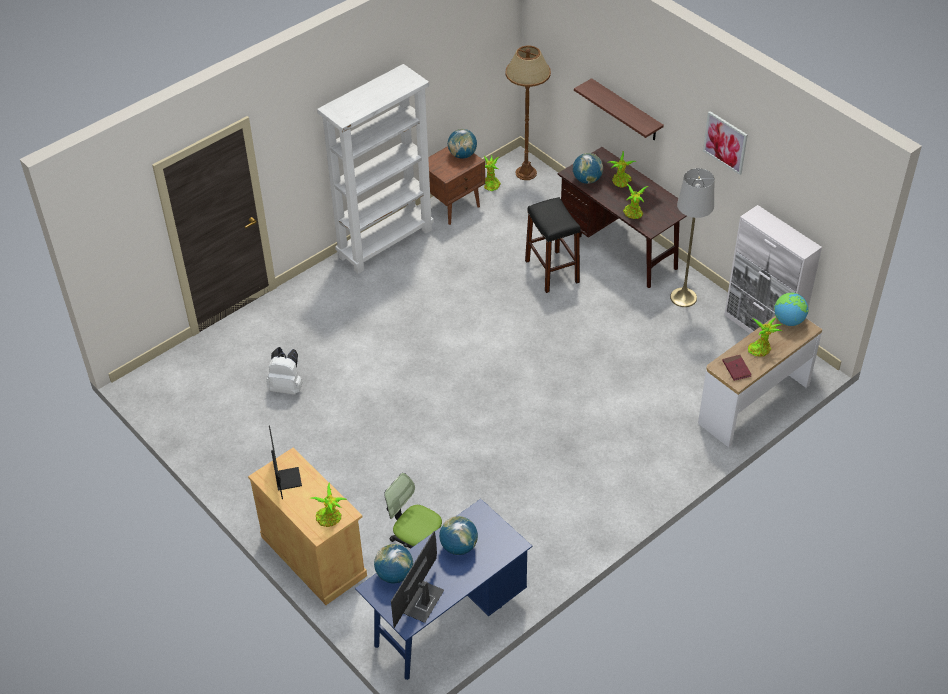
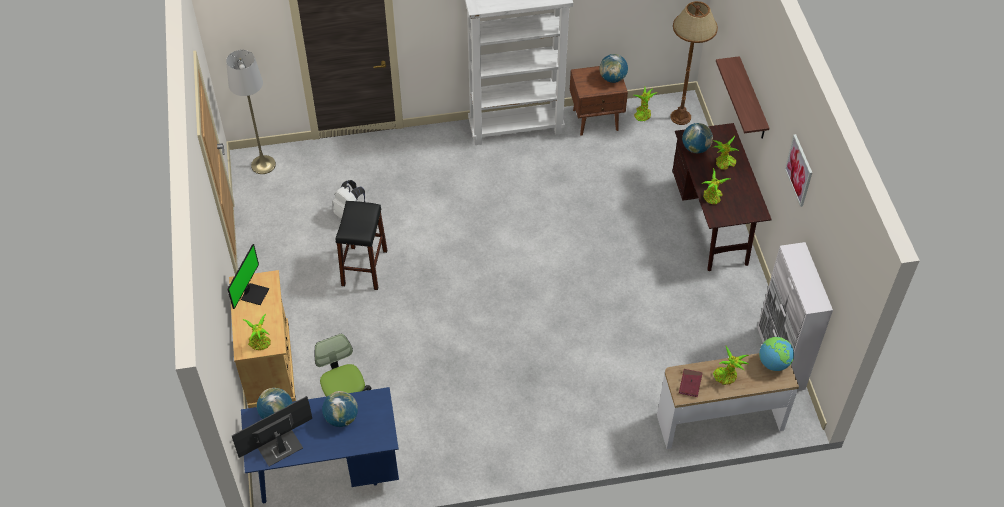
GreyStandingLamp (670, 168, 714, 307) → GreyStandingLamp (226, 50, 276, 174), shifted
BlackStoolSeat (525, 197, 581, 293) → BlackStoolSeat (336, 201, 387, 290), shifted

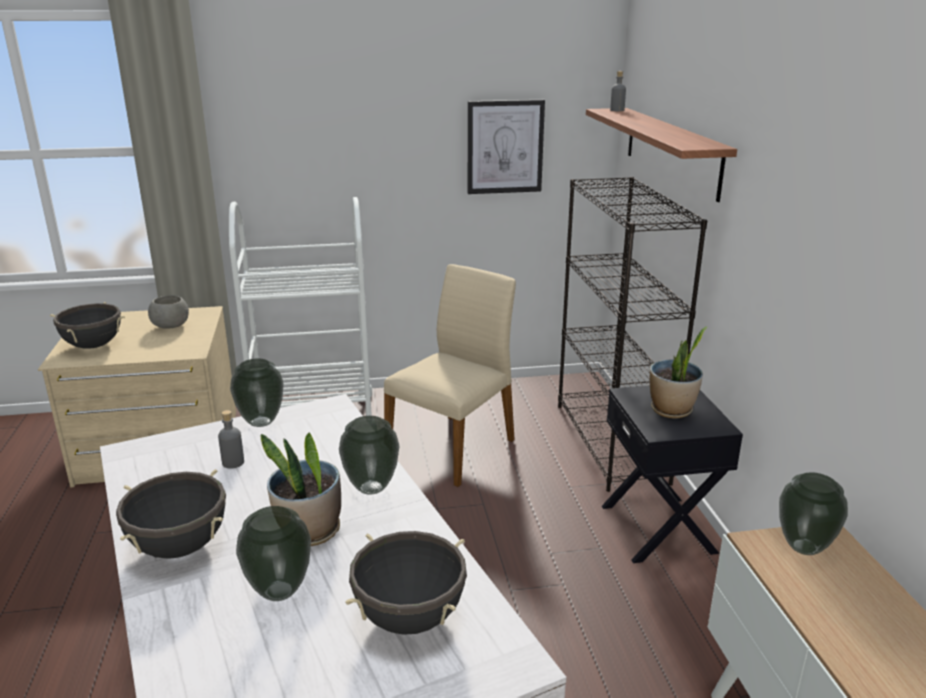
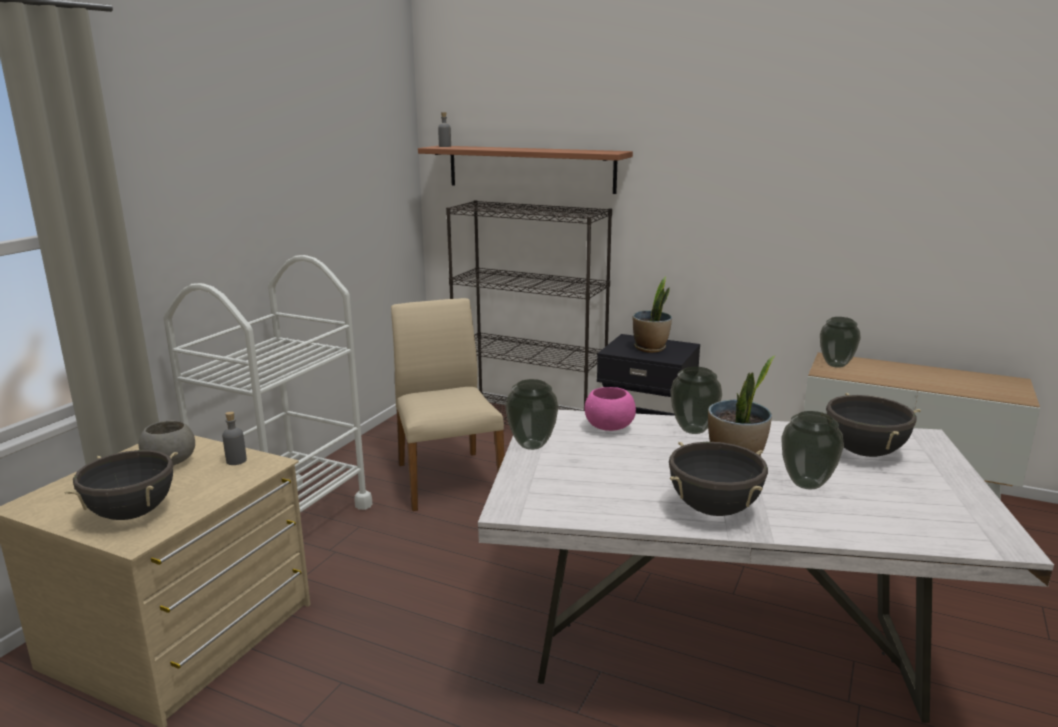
GreyDrinkBottle (218, 410, 244, 469) → GreyDrinkBottle (222, 411, 247, 465), shifted
- → PinkishBowl (585, 387, 636, 431)
Picture (468, 100, 545, 194) → -

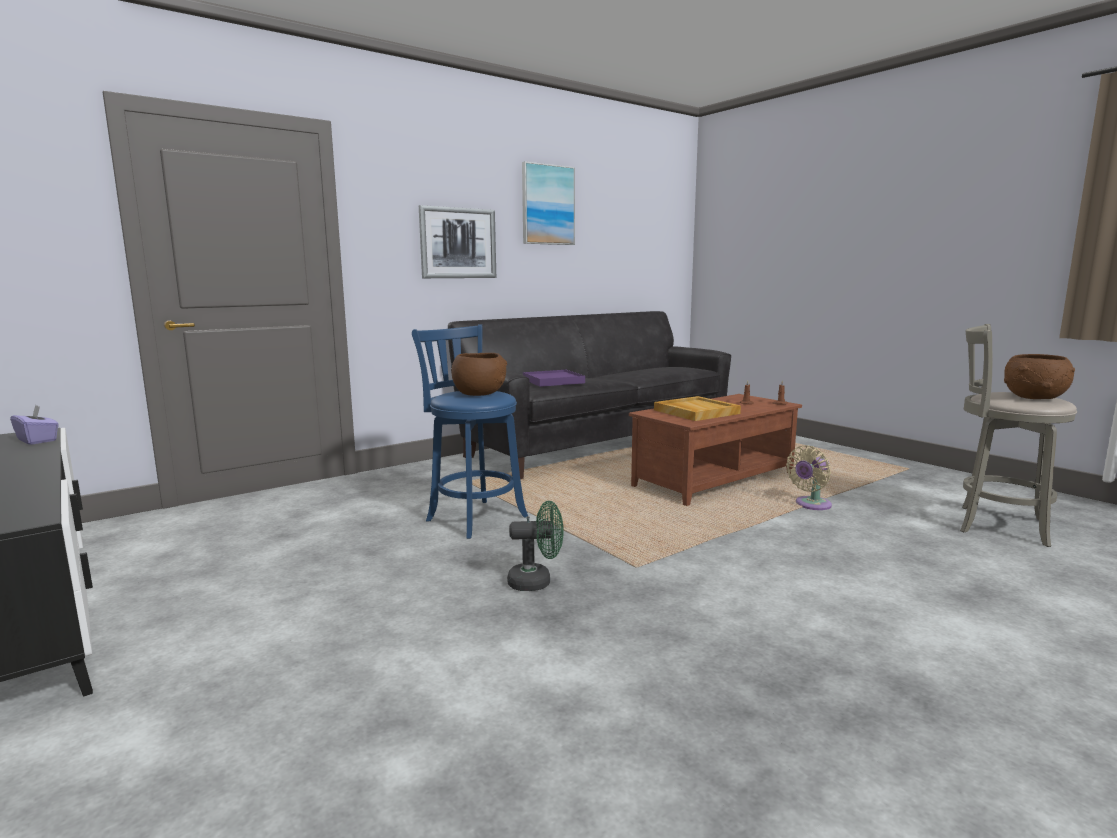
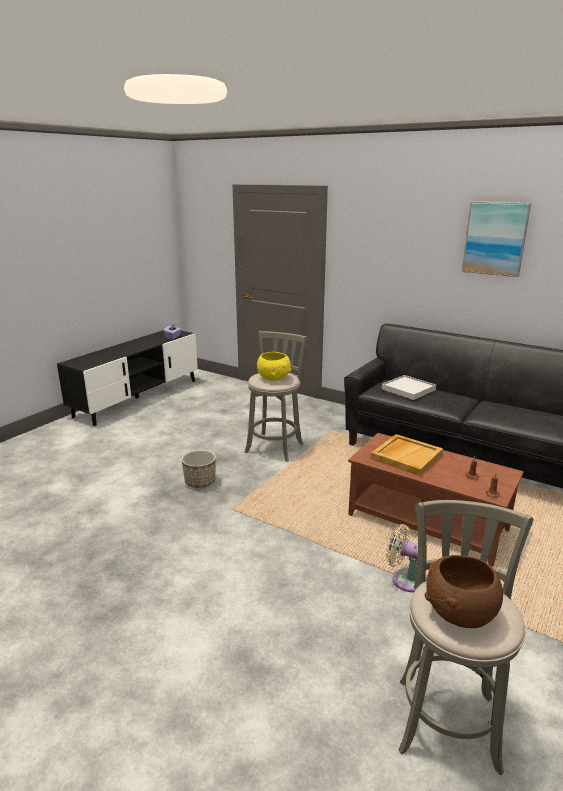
GreenColouredElectricFan (507, 501, 564, 591) → FlowerPot (181, 450, 216, 488)
BlueColouredStoolSeat (412, 324, 528, 539) → GreyStoolSeat (245, 331, 308, 462)
BrownColouredBowl (451, 353, 507, 396) → YellowBowl (257, 352, 291, 381)
PurpleColouredTray (523, 370, 585, 387) → WhiteColouredTray (382, 375, 436, 400)
Picture (419, 205, 496, 278) → -

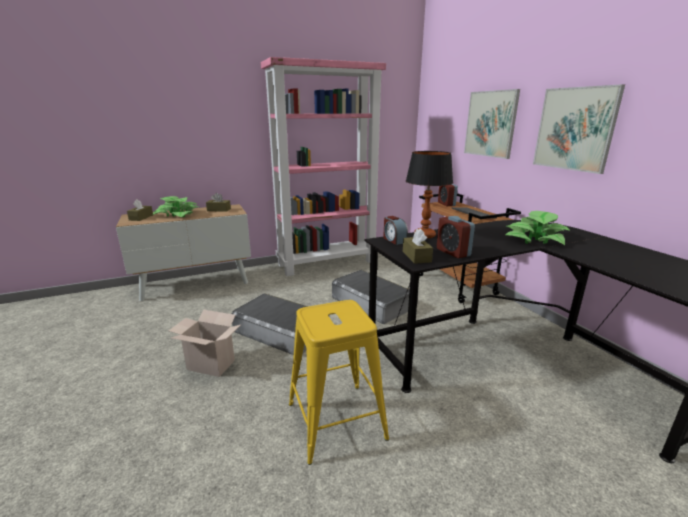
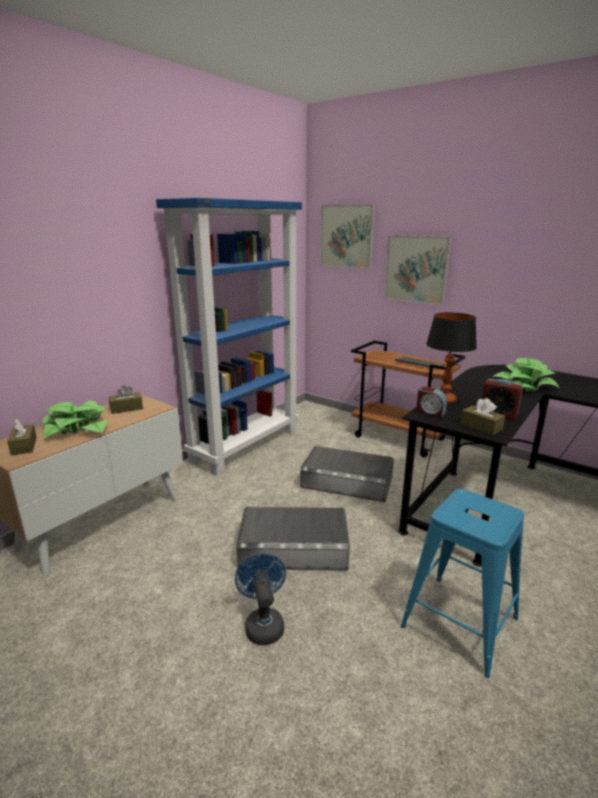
PinkishShelvingUnit (261, 57, 386, 276) → BlueColouredShelvingUnit (156, 198, 302, 476)
CardboardBox (169, 310, 241, 377) → BlueColouredElectricFan (235, 554, 286, 645)
Picture (533, 84, 625, 174) → Picture (320, 205, 375, 269), shifted
YellowStoolSeat (289, 300, 389, 465) → BlueColouredStoolSeat (401, 489, 524, 678)
TableClock (438, 184, 458, 206) → -

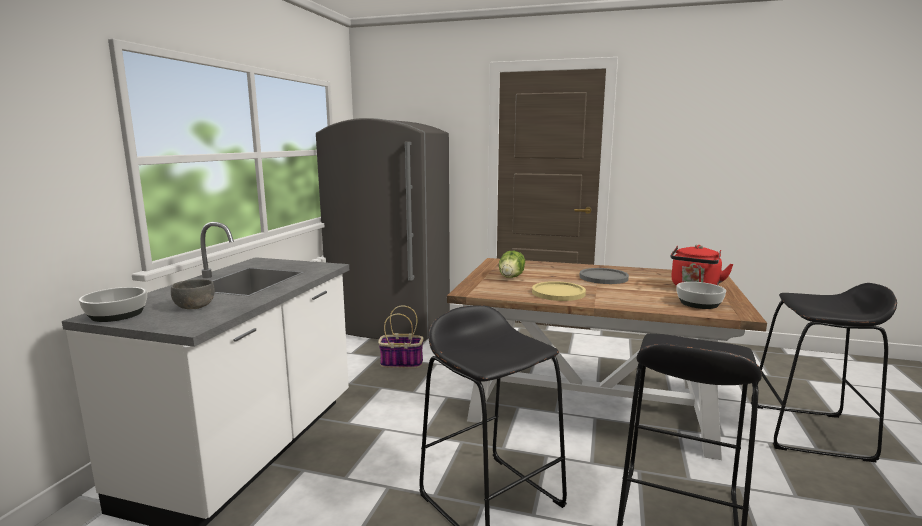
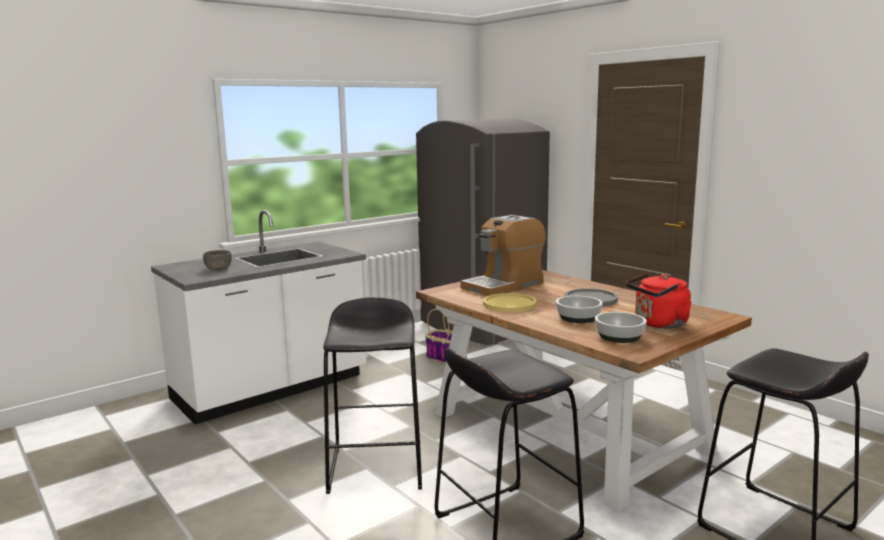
Lettuce (499, 251, 525, 278) → CoffeeBrewer (460, 215, 546, 296)
Bowl (79, 287, 147, 322) → Bowl (556, 296, 603, 323), shifted

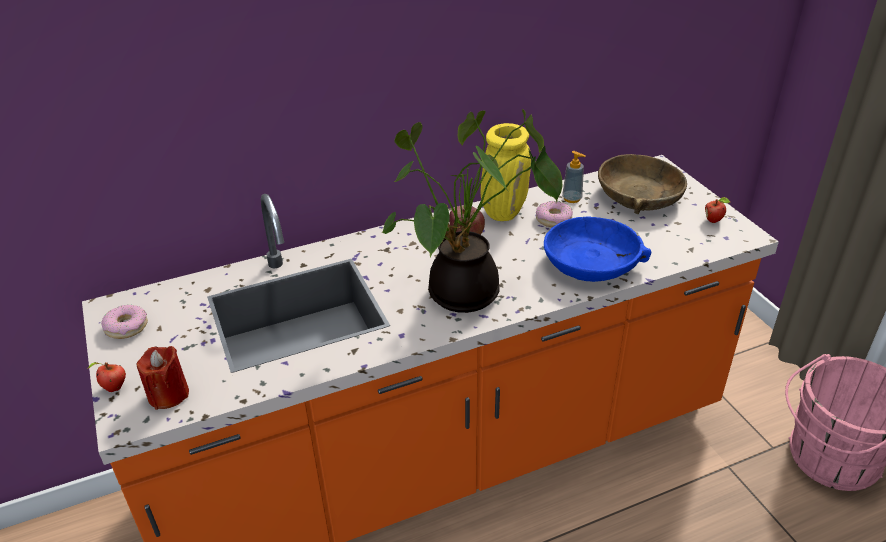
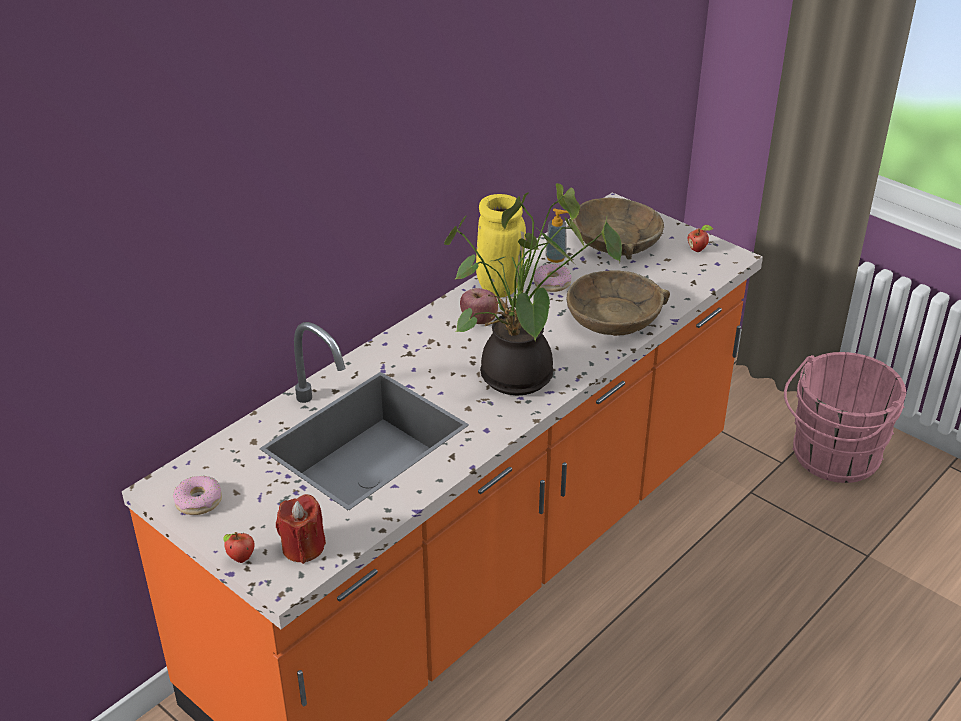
BlueColouredBowl (544, 216, 651, 282) → BrownColouredBowl (566, 270, 670, 336)

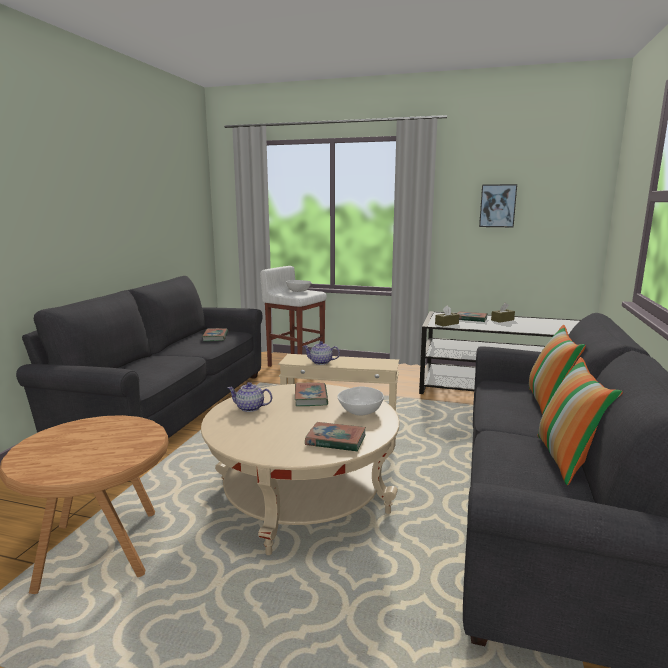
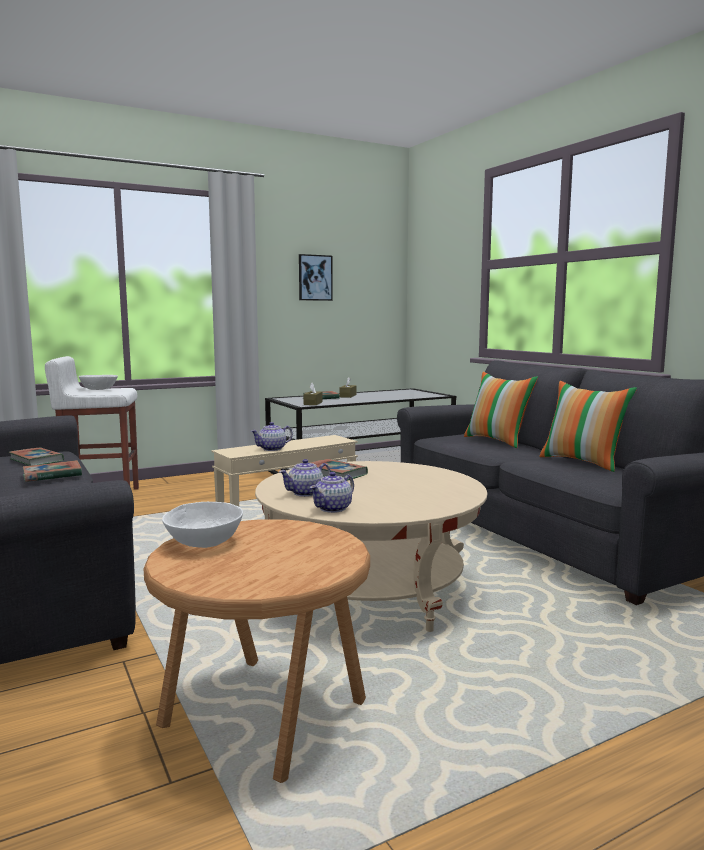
BoundBook (305, 422, 366, 452) → BoundBook (23, 460, 82, 482), shifted
WhiteColouredBowl (338, 386, 384, 416) → WhiteColouredBowl (162, 502, 243, 548), shifted
- → TeaPot (310, 472, 354, 513)

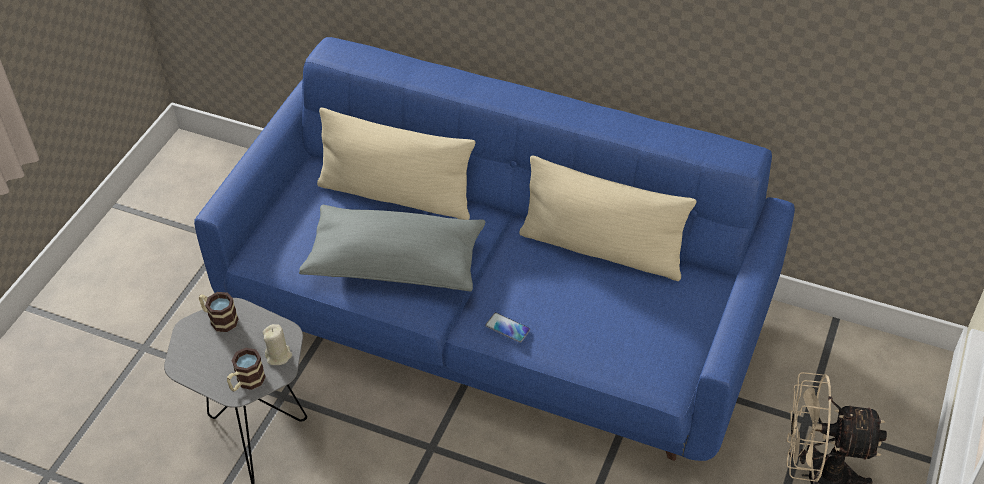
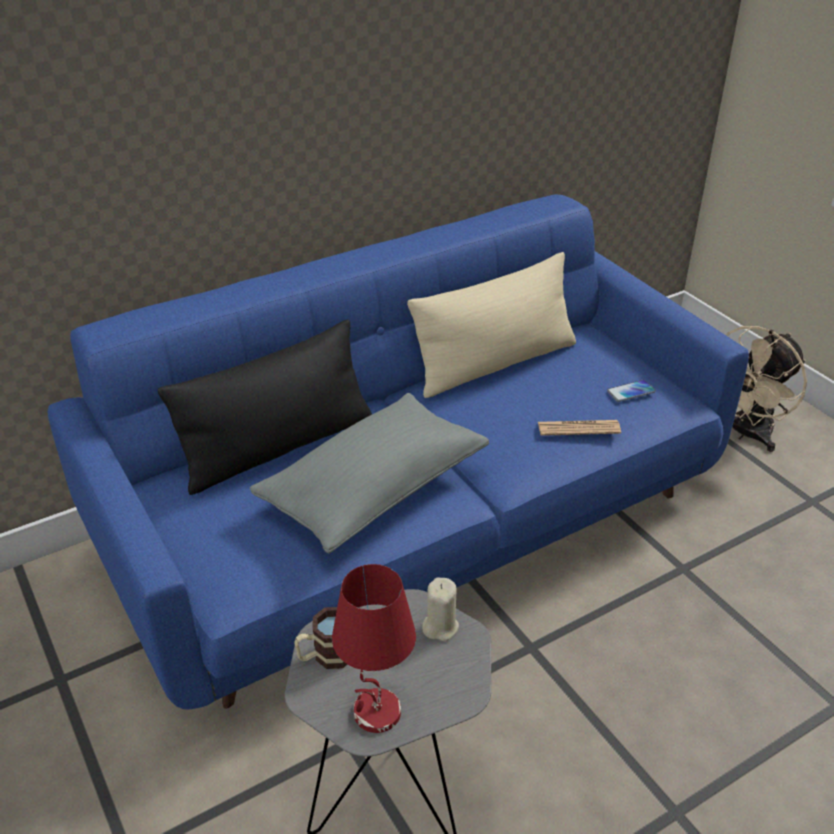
BeigeThrowPillow (317, 108, 476, 220) → BlackThrowPillow (158, 319, 372, 495)
- → ReddishLampForATable (332, 564, 416, 733)
- → PrintedPaper (538, 420, 621, 436)
Handset (485, 313, 530, 343) → Handset (607, 380, 656, 402), shifted
Mug (227, 348, 266, 391) → -

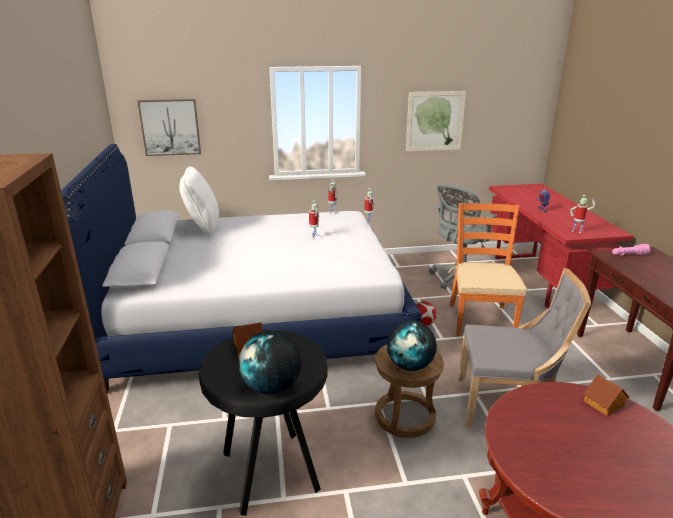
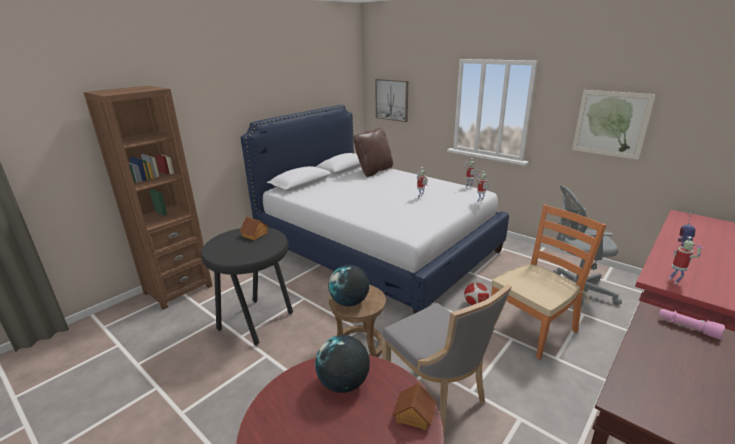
WorldGlobe (239, 331, 302, 394) → WorldGlobe (315, 335, 370, 393), shifted
WhiteColouredThrowPillow (179, 167, 219, 236) → BrownColouredThrowPillow (353, 128, 393, 177)

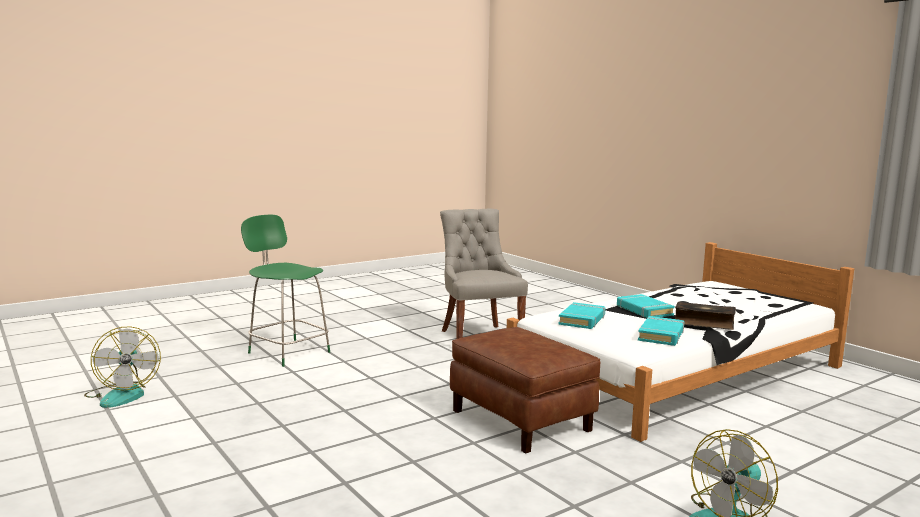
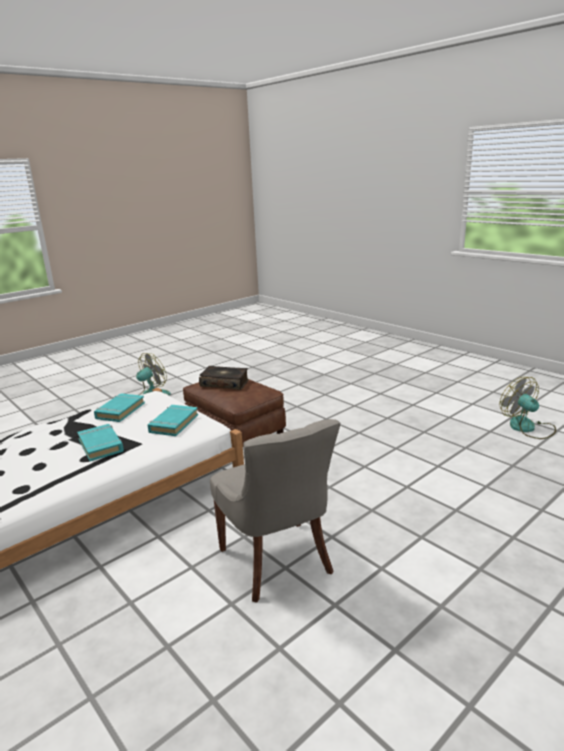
BoundBook (675, 302, 736, 330) → BoundBook (199, 366, 249, 390), shifted
GreenColouredPlainChair (241, 215, 330, 367) → -

